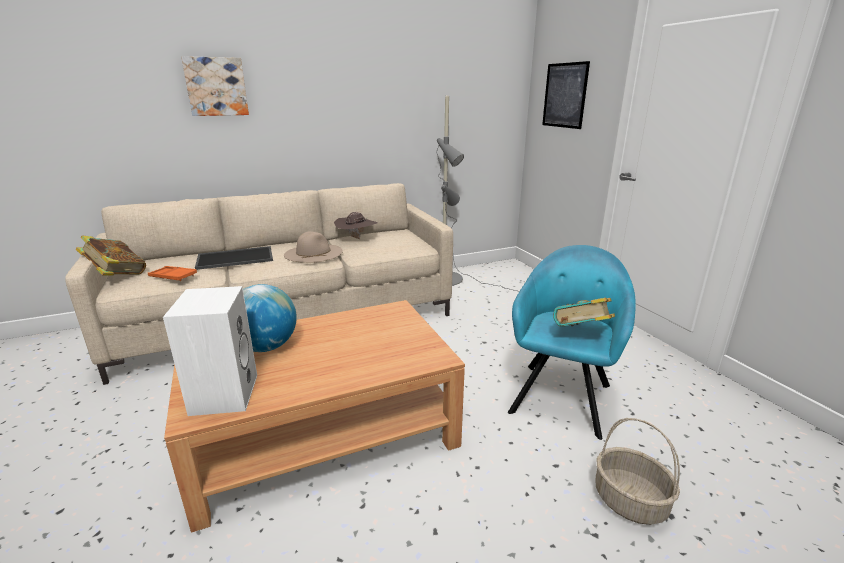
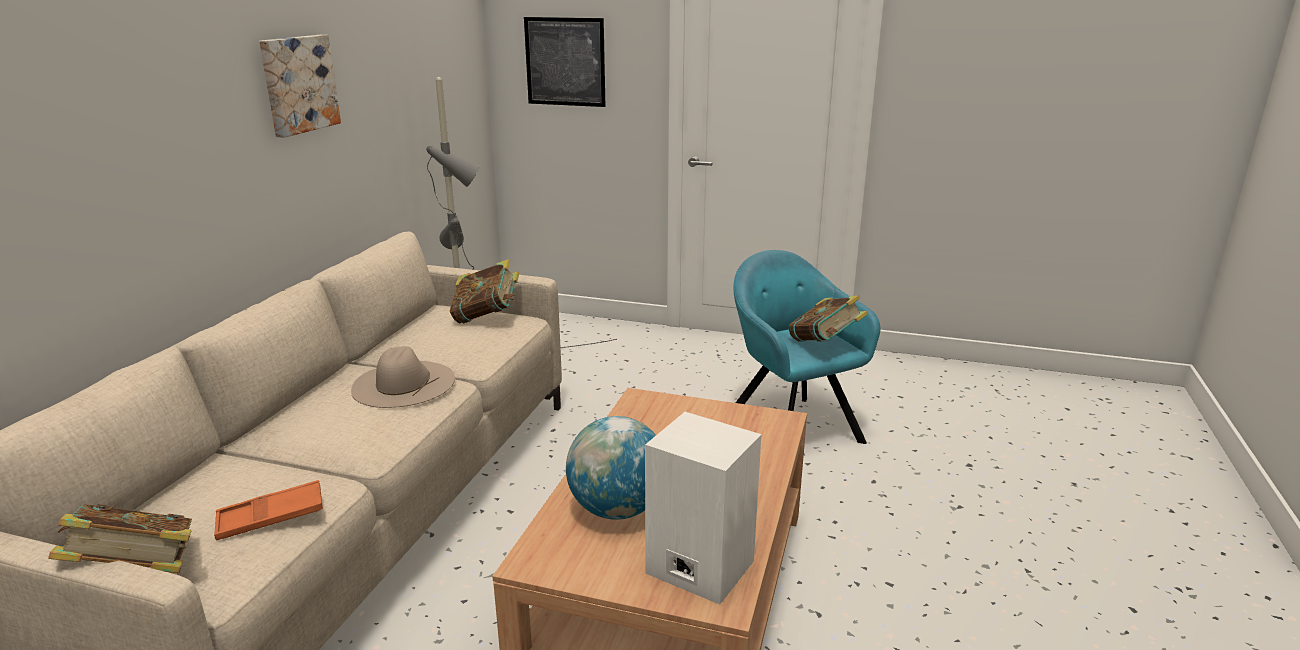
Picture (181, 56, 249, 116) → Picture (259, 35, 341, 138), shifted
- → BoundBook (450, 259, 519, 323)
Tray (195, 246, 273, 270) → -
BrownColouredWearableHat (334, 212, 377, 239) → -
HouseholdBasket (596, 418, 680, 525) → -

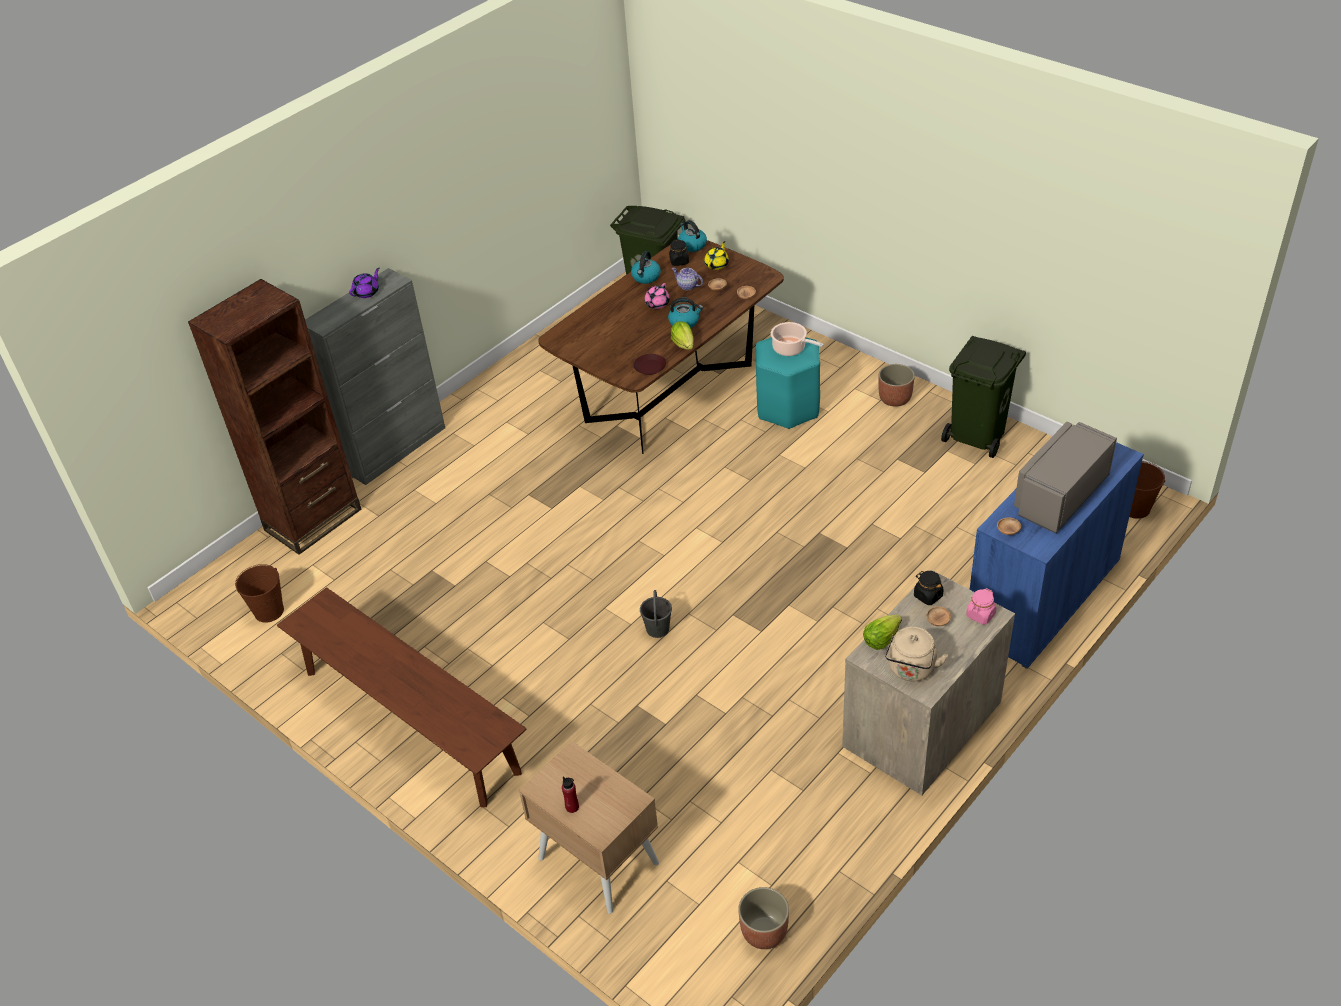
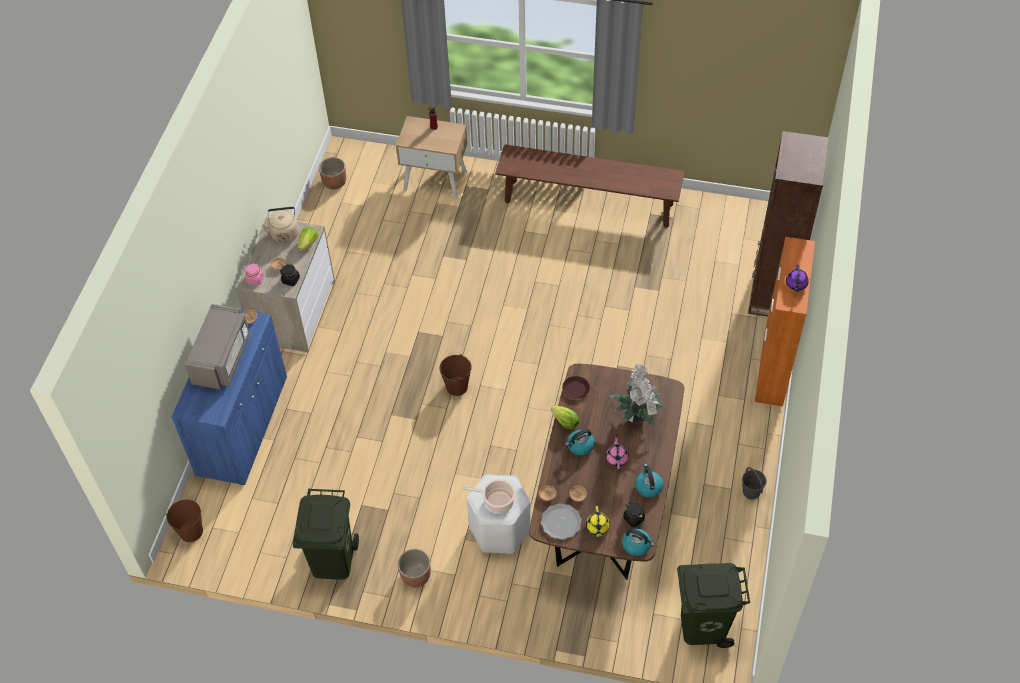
BrownColouredPail (235, 564, 284, 623) → BrownColouredPail (439, 354, 472, 396), shifted
TurquoiseColouredStoolSeat (756, 337, 820, 429) → WhiteColouredStoolSeat (467, 474, 531, 554)
- → DinnerPlate (541, 503, 582, 540)
- → PlantInAPot (608, 364, 666, 428)
GreyPail (640, 590, 672, 638) → GreyPail (742, 467, 767, 500), shifted
GreyStorageCabinet (305, 268, 445, 485) → OrangeyStorageCabinet (755, 237, 815, 407)
TeaPot (672, 267, 703, 290) → -

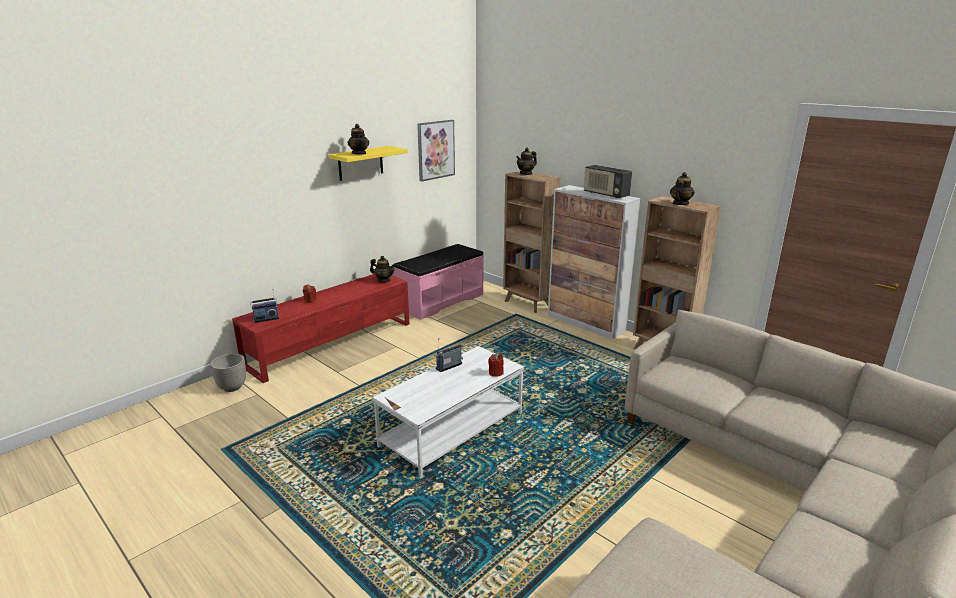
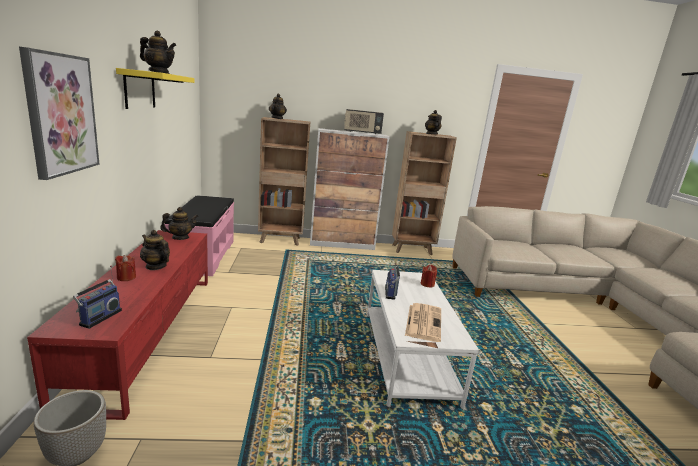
Picture (417, 120, 455, 181) → Picture (19, 47, 100, 180), shifted
- → TeaPot (140, 230, 170, 270)
- → PrintedPaper (405, 303, 441, 342)

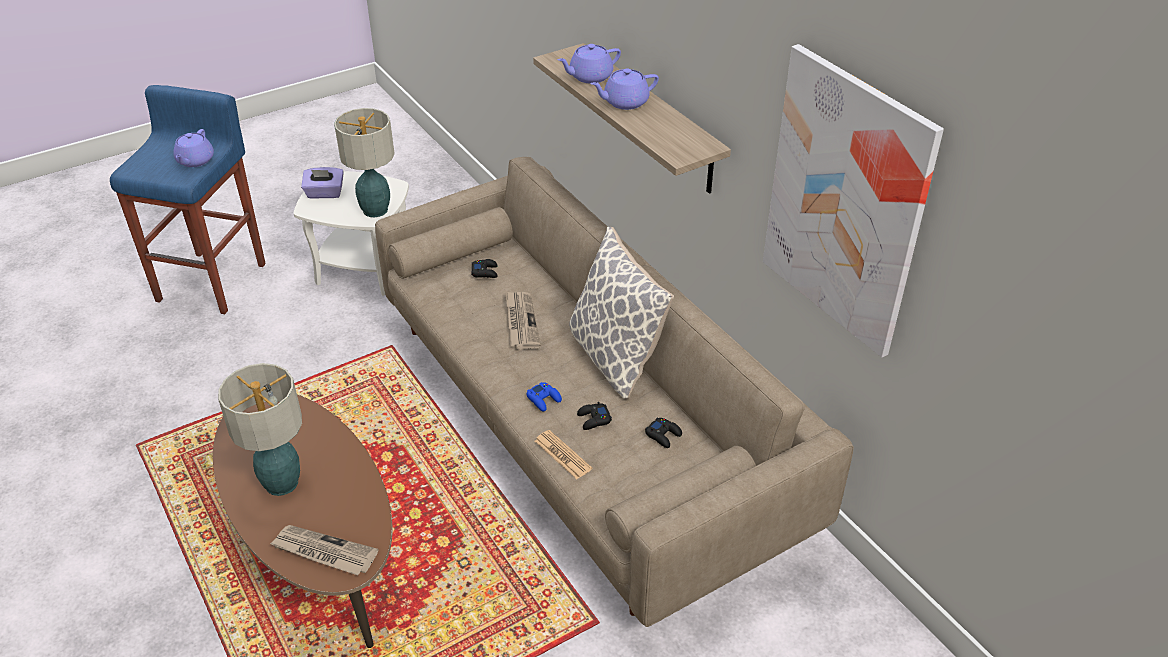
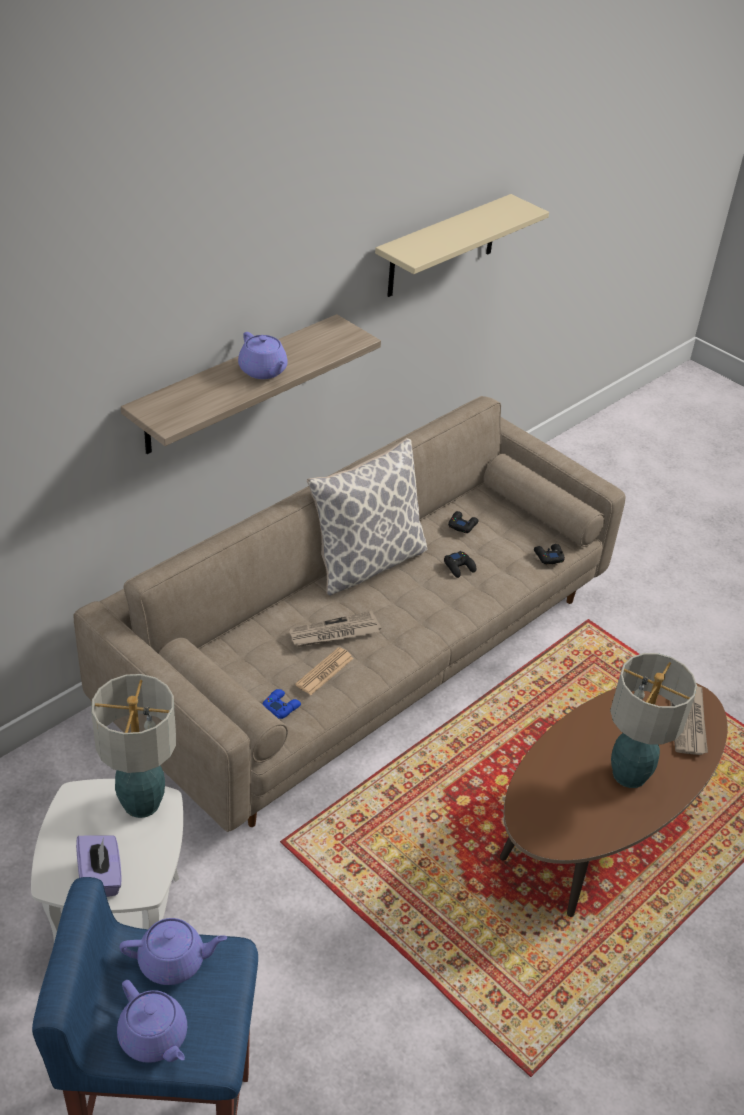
PurpleColouredTeaPot (557, 44, 621, 84) → PurpleColouredTeaPot (117, 980, 187, 1063), shifted
BlueColouredJoypad (526, 382, 562, 412) → BlueColouredJoypad (262, 689, 301, 719), shifted
PrintedPaper (535, 430, 592, 479) → PrintedPaper (295, 647, 354, 695), shifted
Picture (763, 44, 944, 358) → BeigeWallShelf (375, 194, 549, 297)
BlackJoypad (471, 259, 498, 278) → BlackJoypad (534, 544, 565, 565), shifted

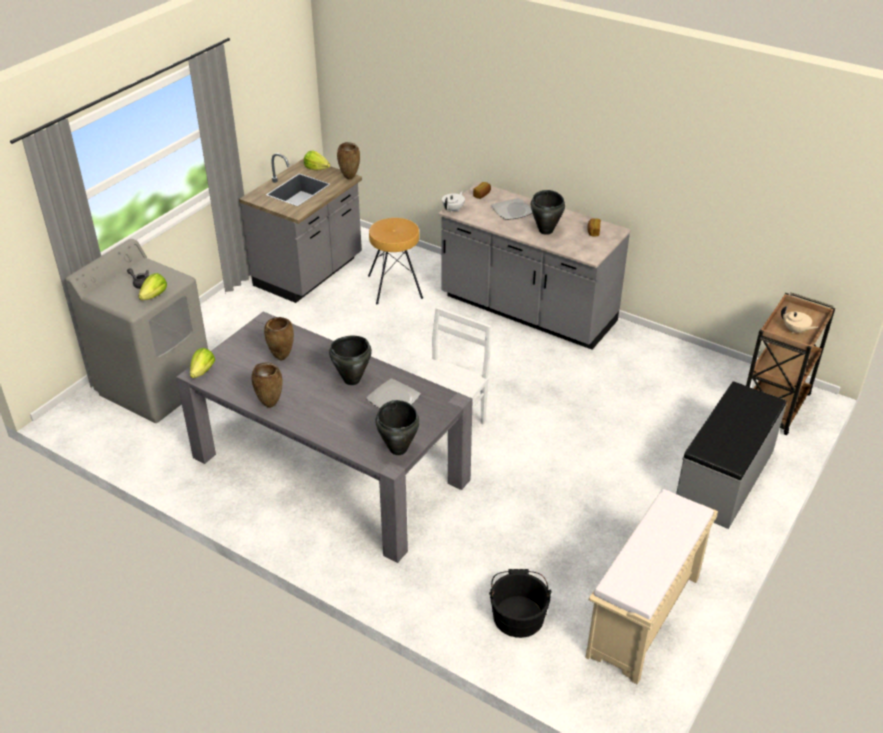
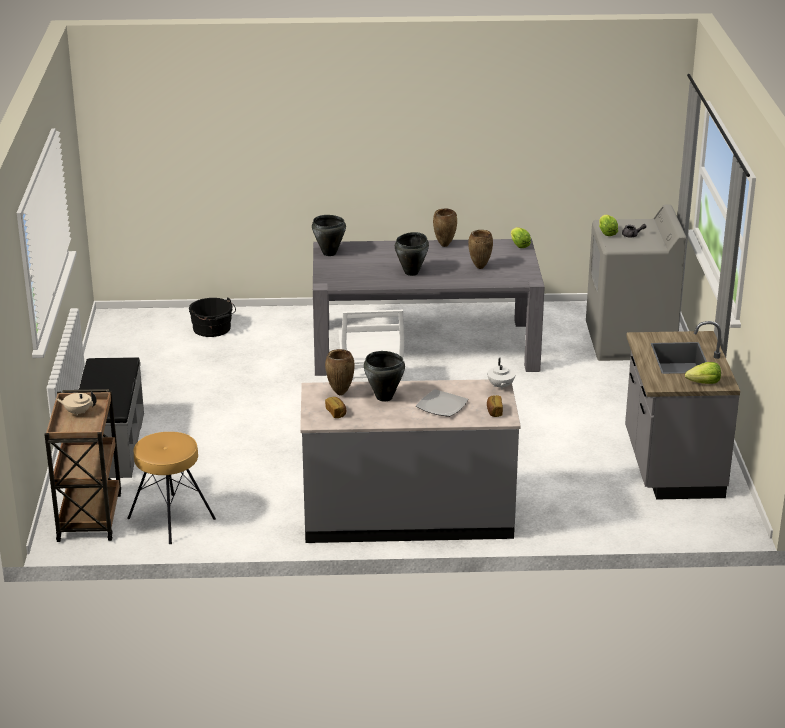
BrownColouredStoolSeat (368, 218, 423, 304) → BrownColouredStoolSeat (127, 432, 216, 544), shifted
BrownColouredDecorativeVase (337, 142, 360, 180) → BrownColouredDecorativeVase (325, 349, 355, 395), shifted
DinnerPlate (366, 379, 421, 408) → -
BeigeLongSeat (585, 489, 718, 684) → -

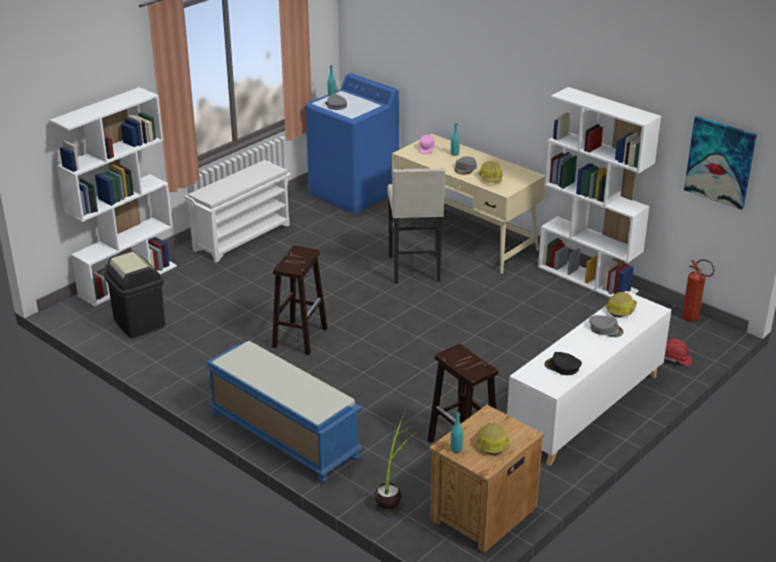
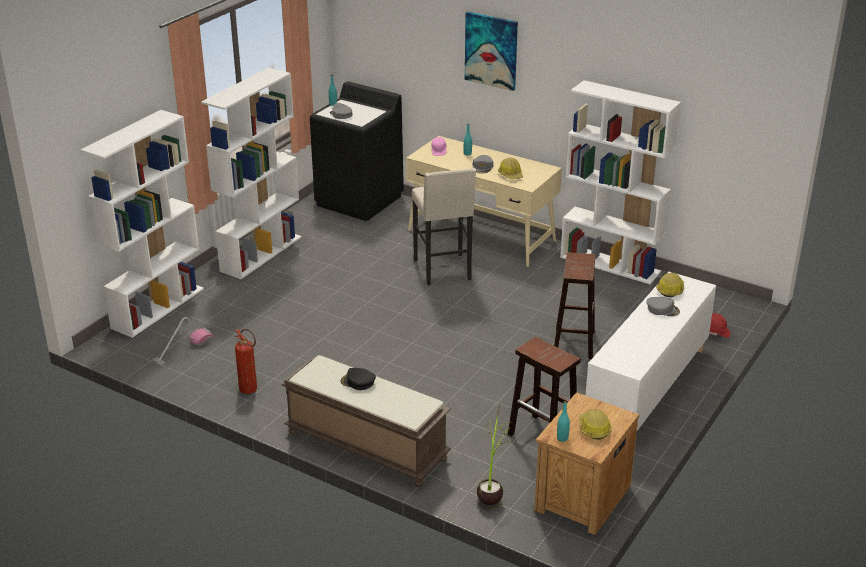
BlackTrashCan (104, 250, 165, 338) → VacuumCleaner (153, 317, 213, 366)
WhiteColouredShoeStand (184, 160, 291, 263) → WhiteColouredShelvingUnit (201, 67, 302, 279)
FireExtinguisher (682, 259, 714, 322) → FireExtinguisher (235, 329, 257, 394), shifted
BlueColouredLongSeat (205, 341, 363, 483) → BrownColouredLongSeat (281, 355, 451, 487)
BlueColouredLaundryAppliance (305, 73, 399, 214) → BlackLaundryAppliance (310, 82, 404, 221)
BlackPeakedCap (545, 352, 582, 375) → BlackPeakedCap (340, 368, 376, 390), shifted
Picture (684, 116, 757, 210) → Picture (465, 12, 518, 91), shifted
BrownColouredStoolSeat (272, 246, 328, 355) → BrownColouredStoolSeat (554, 252, 595, 359), shifted

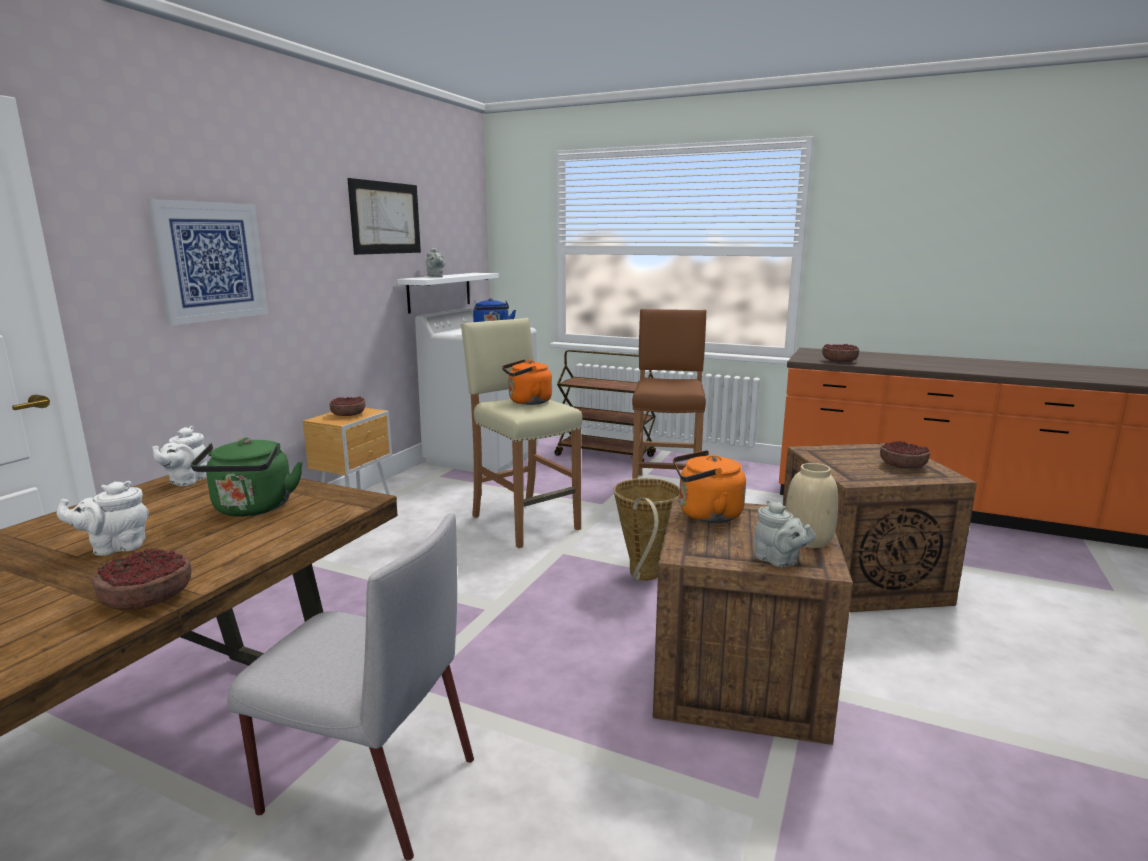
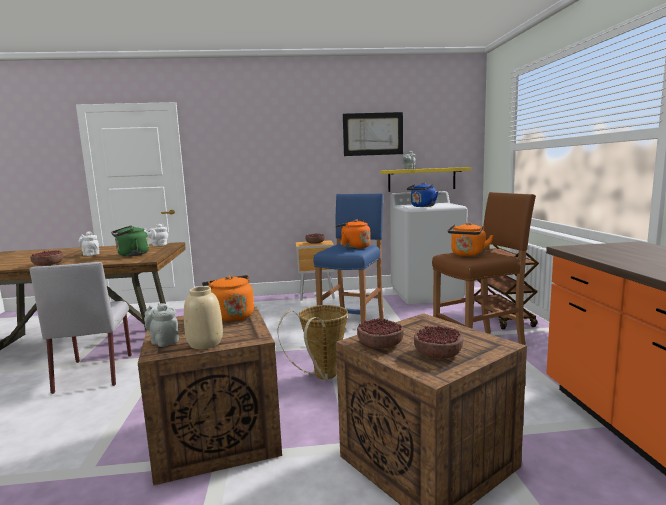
GreyTeaPot (754, 500, 816, 567) → GreyTeaPot (144, 303, 179, 347), 105 degrees clockwise
BeigeStoolSeat (461, 318, 582, 548) → BlueColouredStoolSeat (314, 193, 384, 324)
Bowl (822, 343, 859, 362) → Bowl (357, 318, 404, 349), shifted
WhiteColouredWallShelf (398, 273, 499, 313) → YellowWallShelf (380, 167, 471, 192)
- → OrangeyKettle (448, 222, 493, 256)
Picture (146, 199, 268, 326) → -

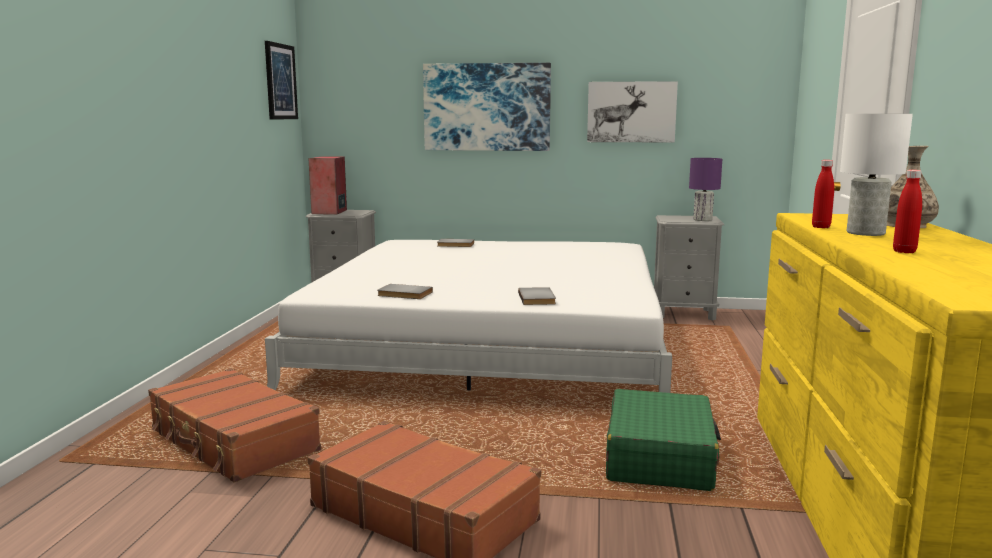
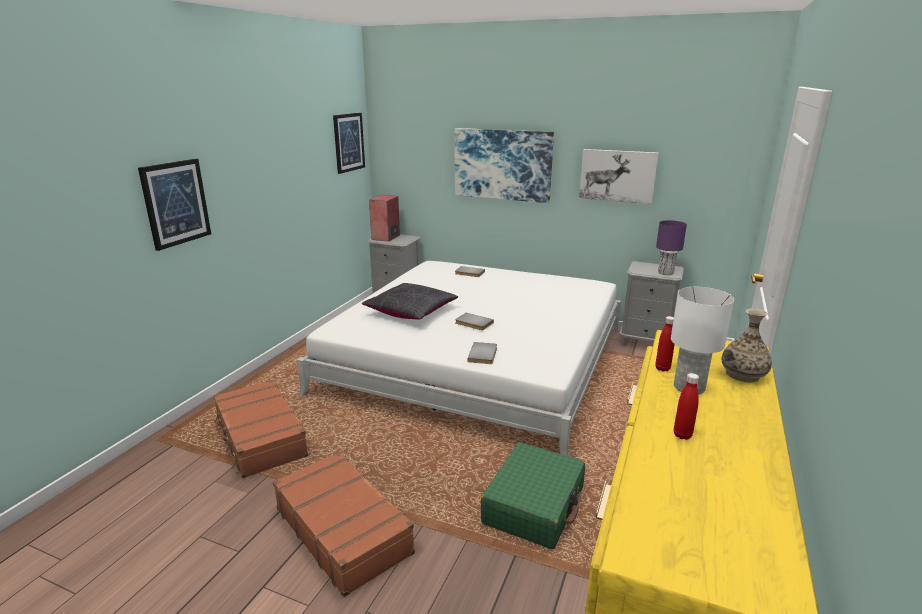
- → Picture (138, 158, 211, 251)
- → BlackThrowPillow (362, 283, 458, 320)
GreyBoundBook (378, 284, 433, 299) → GreyBoundBook (455, 313, 494, 330), shifted

